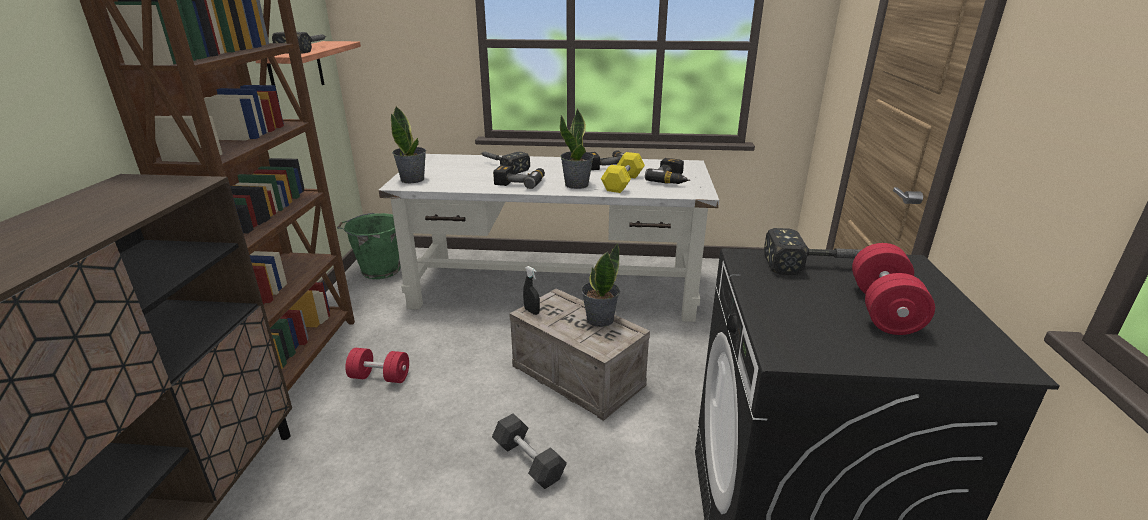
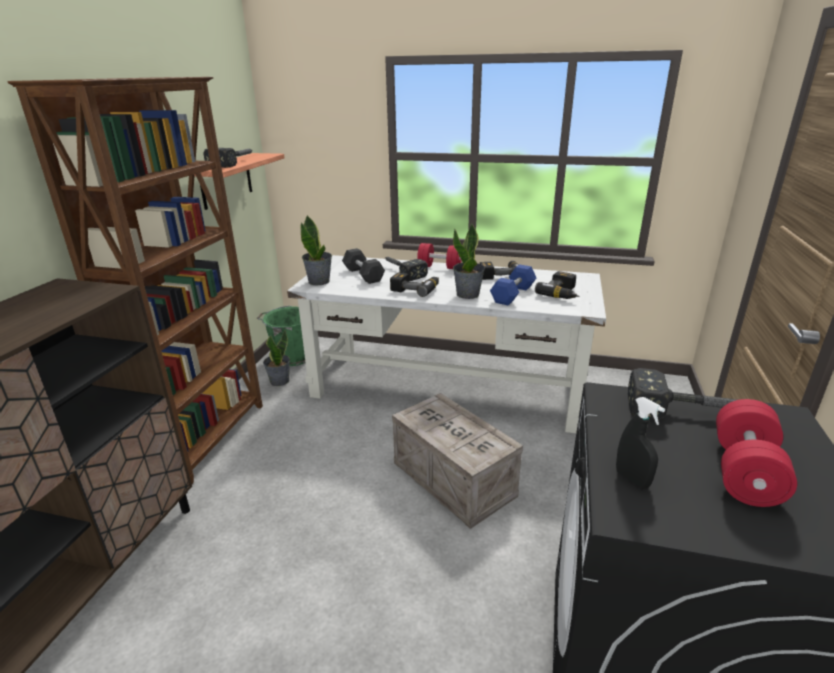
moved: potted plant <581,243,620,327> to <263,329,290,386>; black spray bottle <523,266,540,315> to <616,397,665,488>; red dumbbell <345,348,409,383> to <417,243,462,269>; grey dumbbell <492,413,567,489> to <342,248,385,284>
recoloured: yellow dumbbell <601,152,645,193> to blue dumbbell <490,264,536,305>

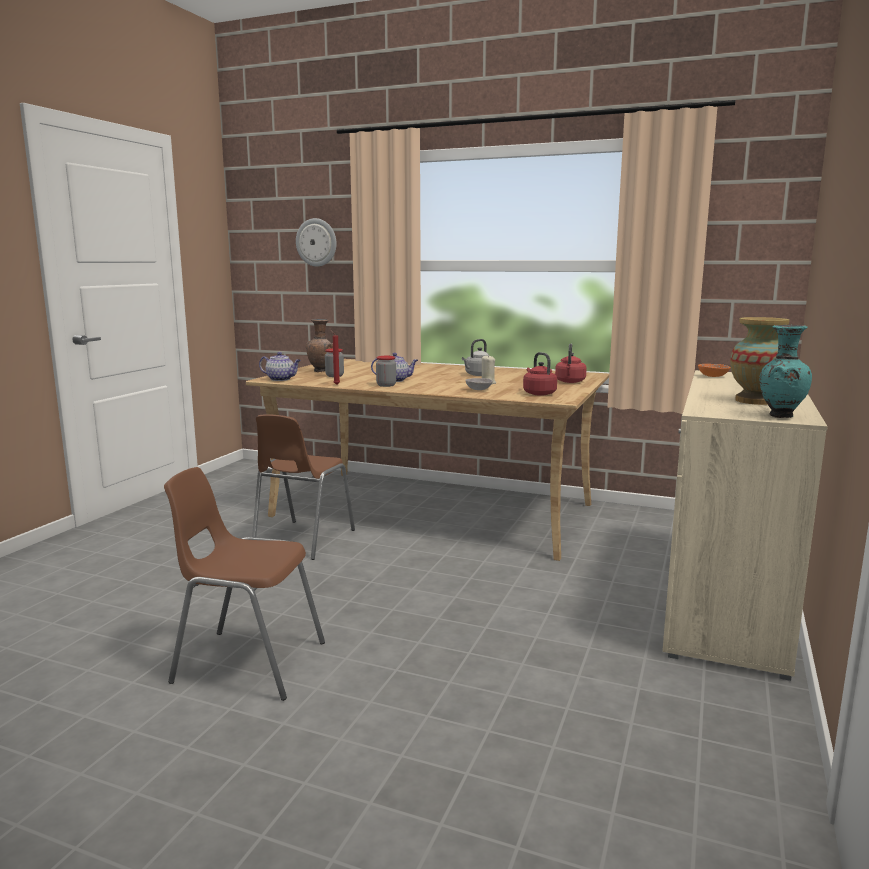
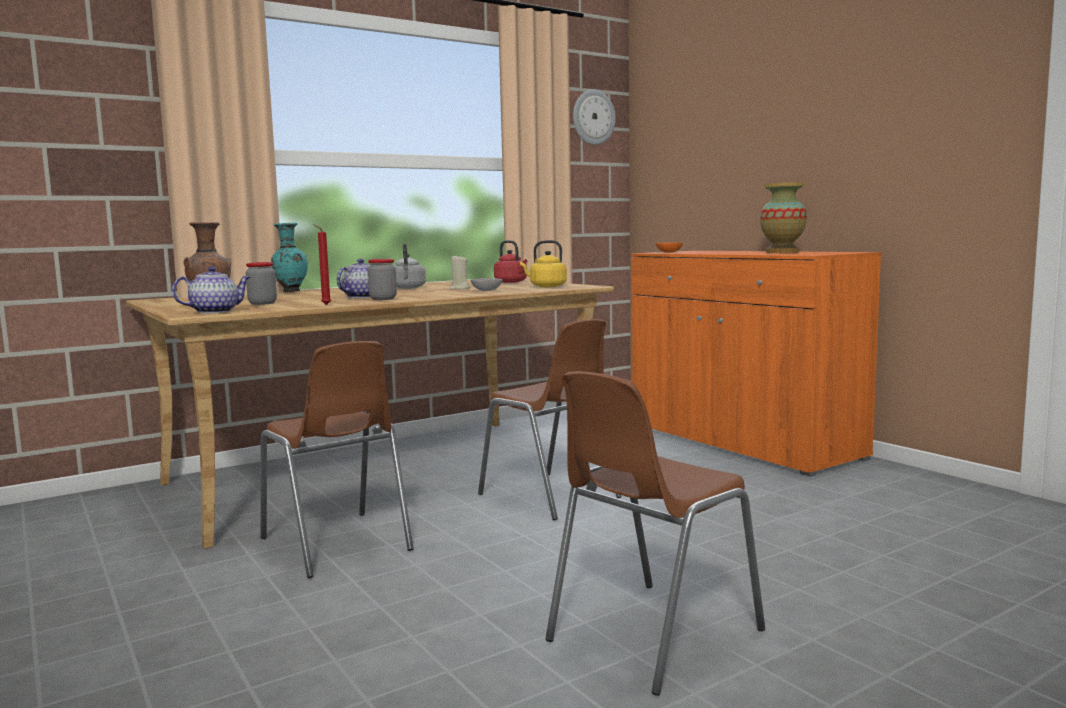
added: brown chair <478,319,621,520>
moved: wall clock <296,218,337,267> to <573,89,616,145>; turquoise vase <759,325,812,418> to <271,223,308,292>
recoloured: red kettle <523,352,557,396> to yellow kettle <520,240,567,287>; beige cabinet <662,370,828,681> to orange cabinet <631,251,881,477>

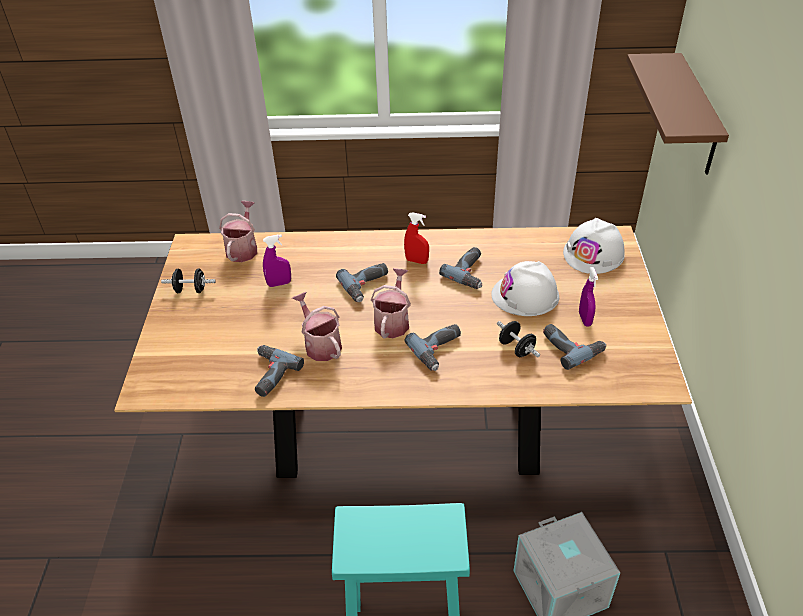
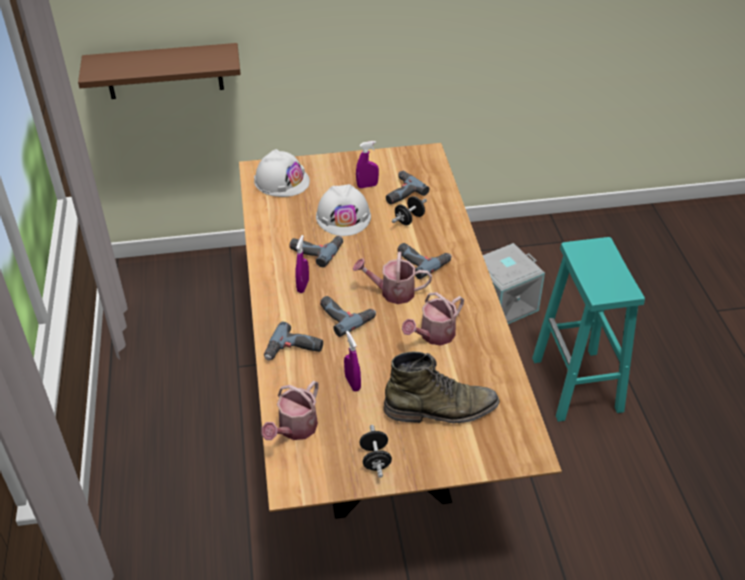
added: green boot <384,352,499,423>
moved: power drill <255,345,304,397> to <264,322,323,360>
recoloured: red spray bottle <404,212,429,264> to purple spray bottle <295,235,309,293>
turned: watering can <219,201,257,262> = <261,381,319,440> 60 degrees counterclockwise

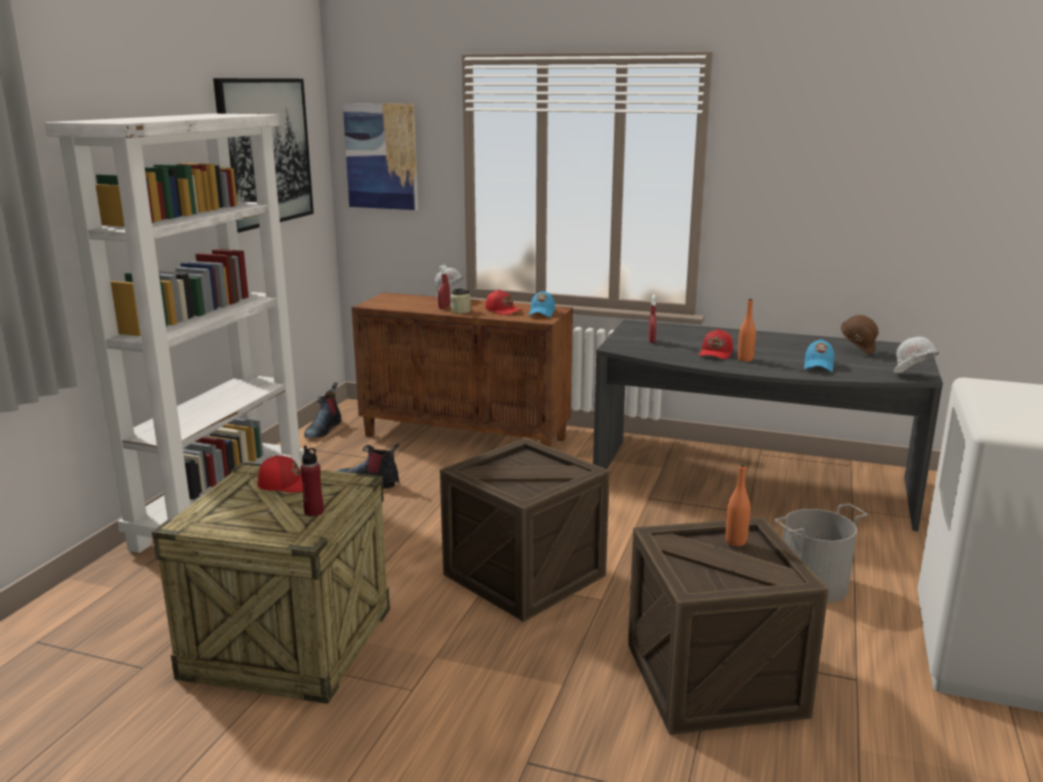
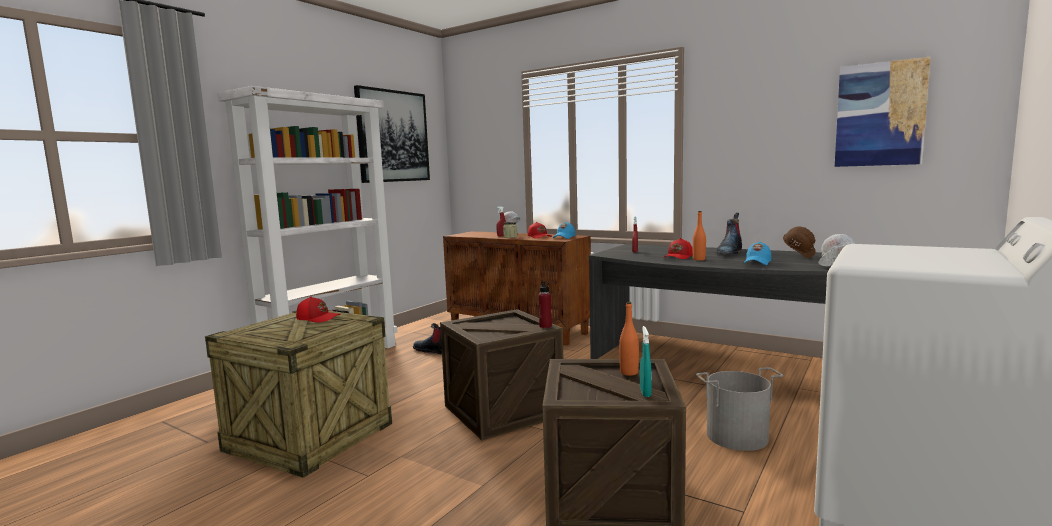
added: turquoise spray bottle <640,326,652,397>
moved: picture <343,103,418,210> to <835,57,931,167>; boot <304,382,341,438> to <715,213,742,255>; red bottle <300,445,324,516> to <538,280,552,328>

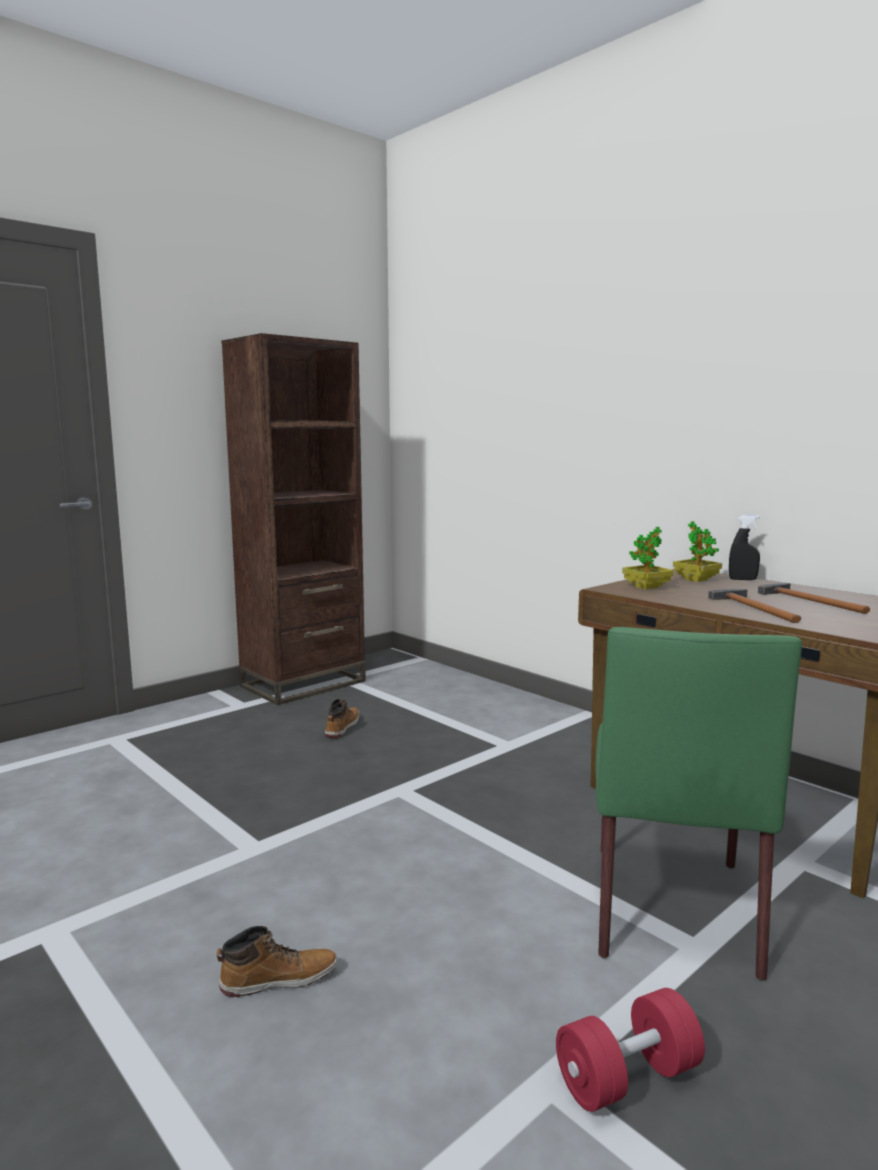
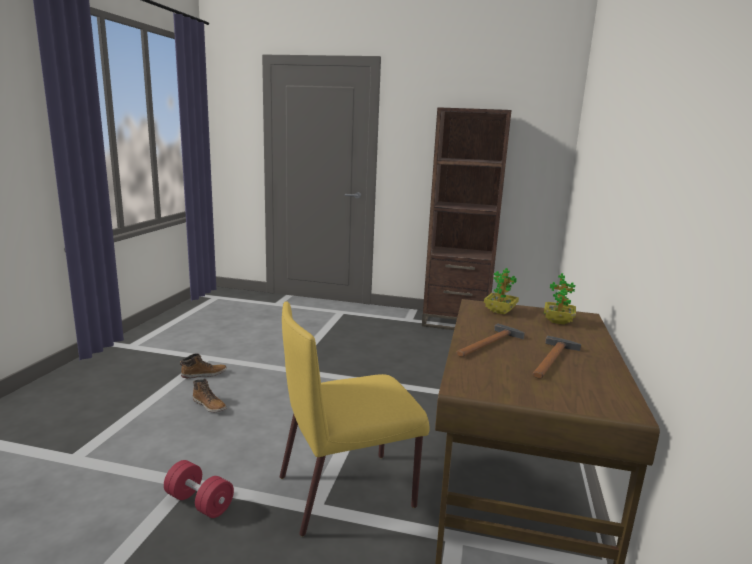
removed: black spray bottle <729,515,760,580>
moved: boot <325,699,359,738> to <180,353,227,378>
recoloured: green chair <596,627,802,981> to yellow chair <280,302,429,536>

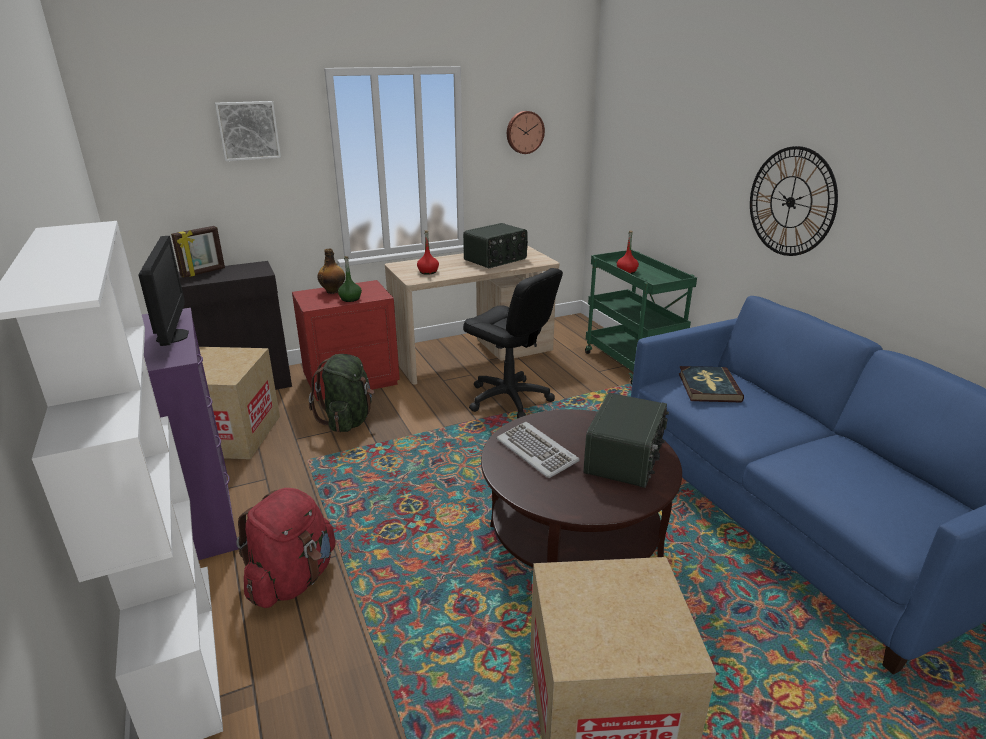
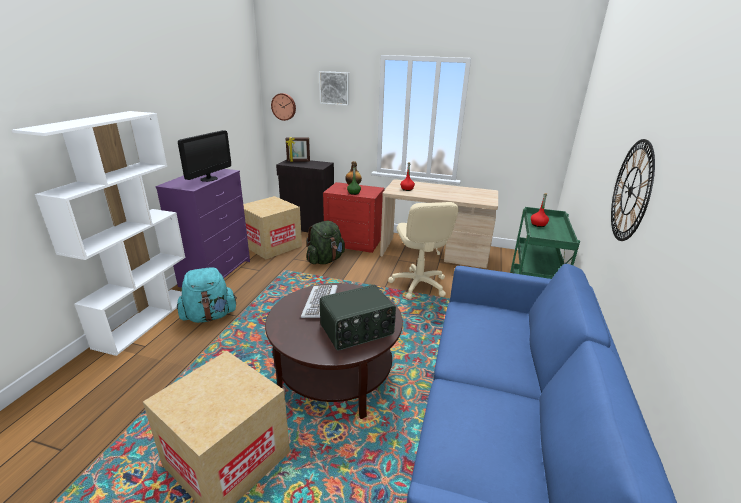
removed: radio <463,223,528,268>; book <679,366,744,402>
moved: wall clock <507,111,545,154> to <271,93,296,121>
recoloured: black office chair <463,268,563,418> to beige office chair <388,202,459,299>; red backpack <236,488,336,608> to turquoise backpack <177,267,237,323>

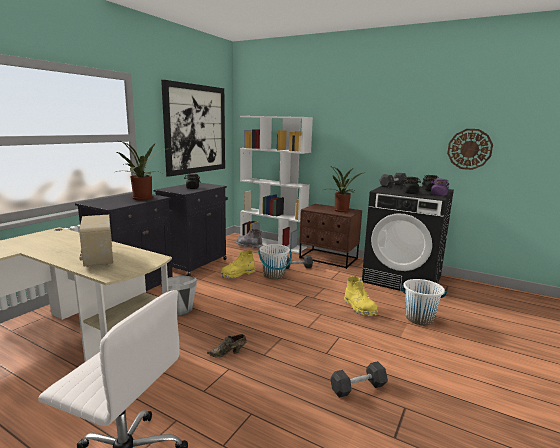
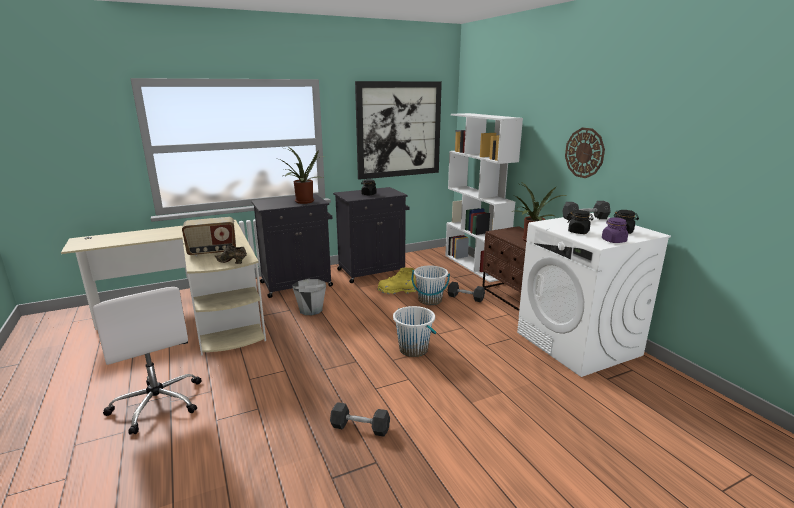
removed: grey boot <236,229,263,249>; yellow boot <344,276,378,316>
moved: wall clock <447,129,493,170> to <565,127,605,178>; white bucket <401,279,447,325> to <393,306,437,357>; brown shoe <207,334,247,357> to <215,245,247,264>
recoloured: black washing machine <362,184,454,292> to white washing machine <517,213,671,377>
turned: radio <79,215,113,267> = <182,217,236,256> 120 degrees counterclockwise

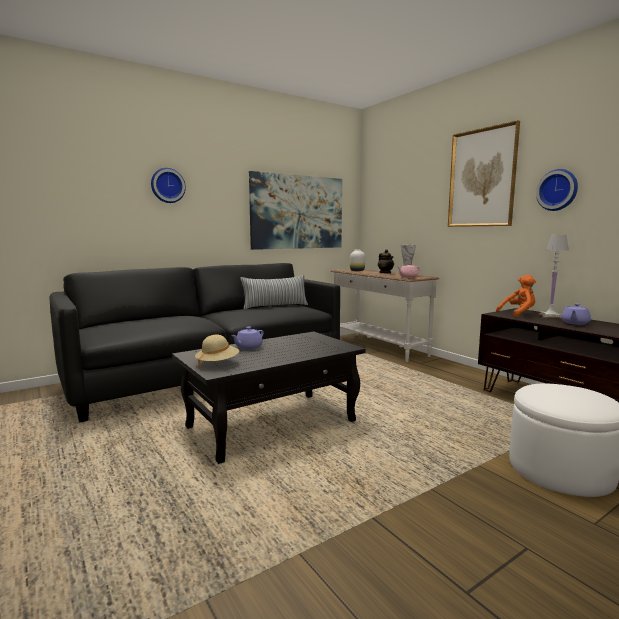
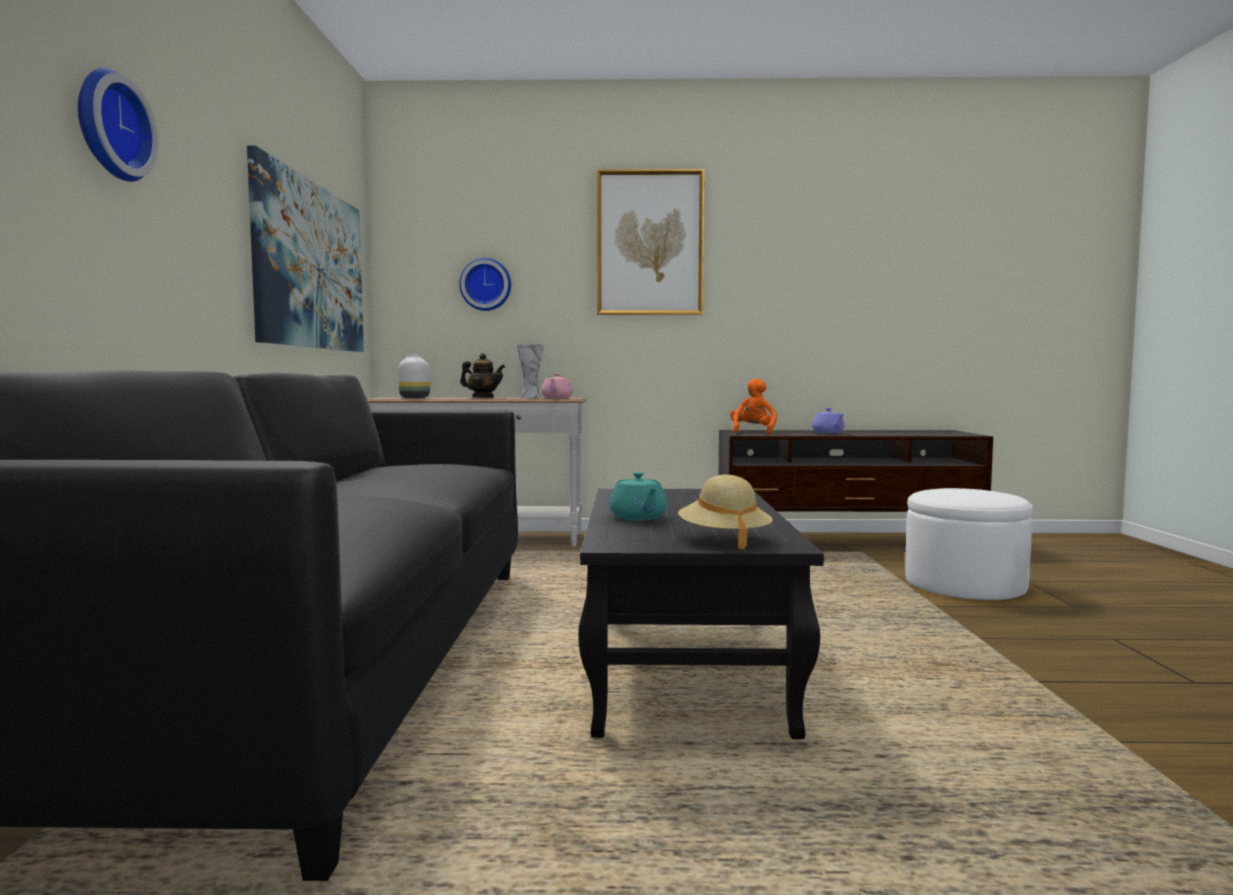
removed: white table lamp <538,234,569,319>; pillow <240,275,308,309>
moved: wall clock <536,169,578,211> to <459,258,511,311>
recoloured: purple teapot <231,326,264,350> to turquoise teapot <609,472,668,521>

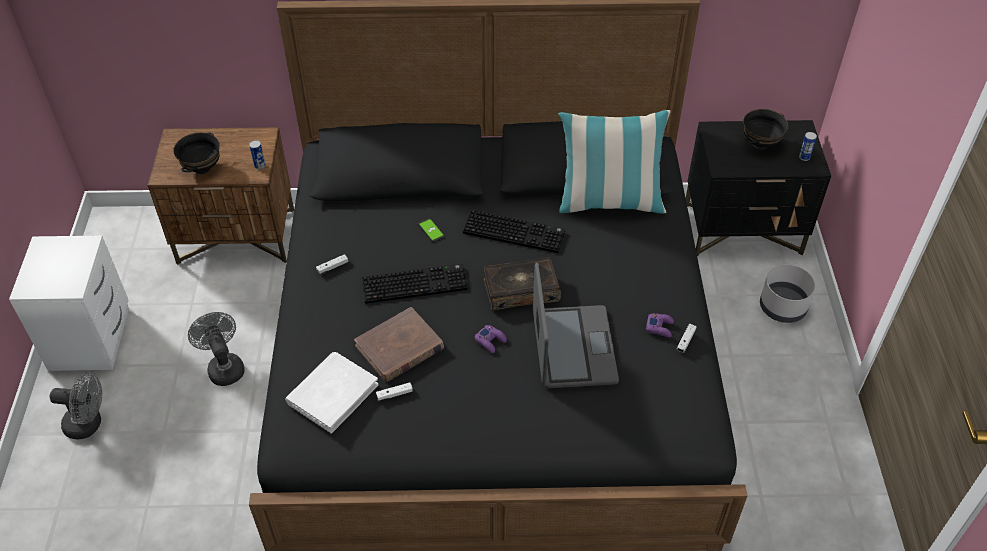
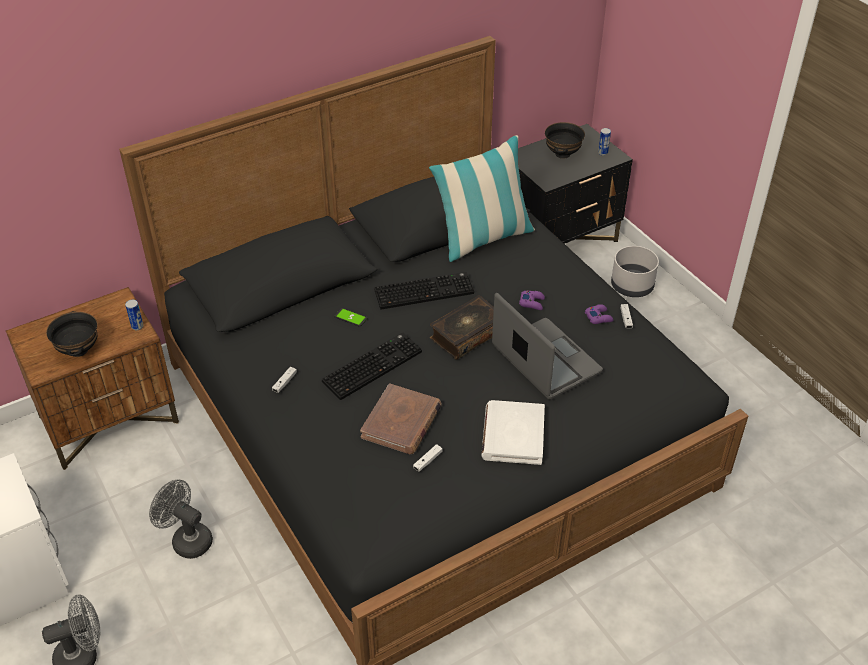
moved: purple game controller <475,325,507,353> to <519,291,545,310>; white book <285,352,378,434> to <481,400,545,465>

